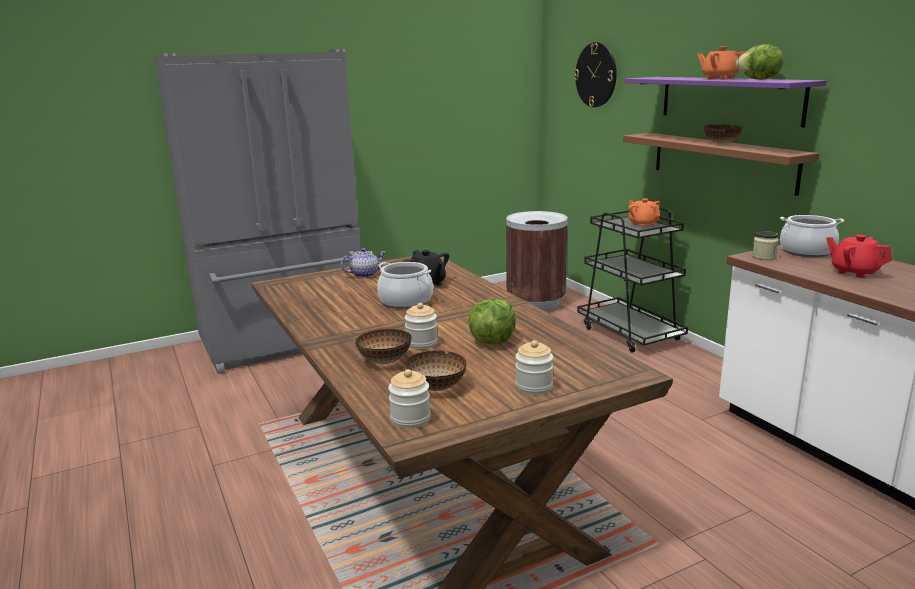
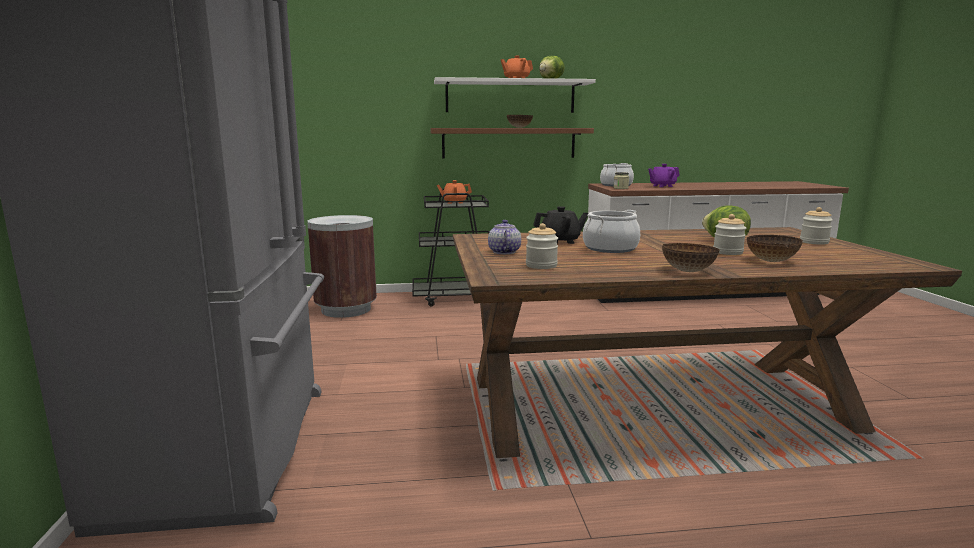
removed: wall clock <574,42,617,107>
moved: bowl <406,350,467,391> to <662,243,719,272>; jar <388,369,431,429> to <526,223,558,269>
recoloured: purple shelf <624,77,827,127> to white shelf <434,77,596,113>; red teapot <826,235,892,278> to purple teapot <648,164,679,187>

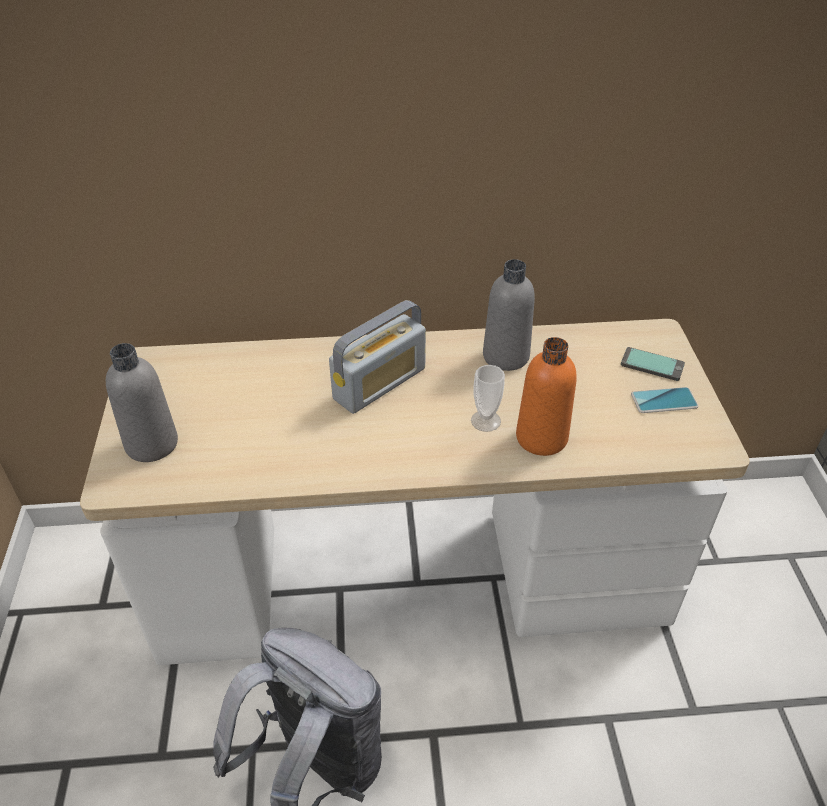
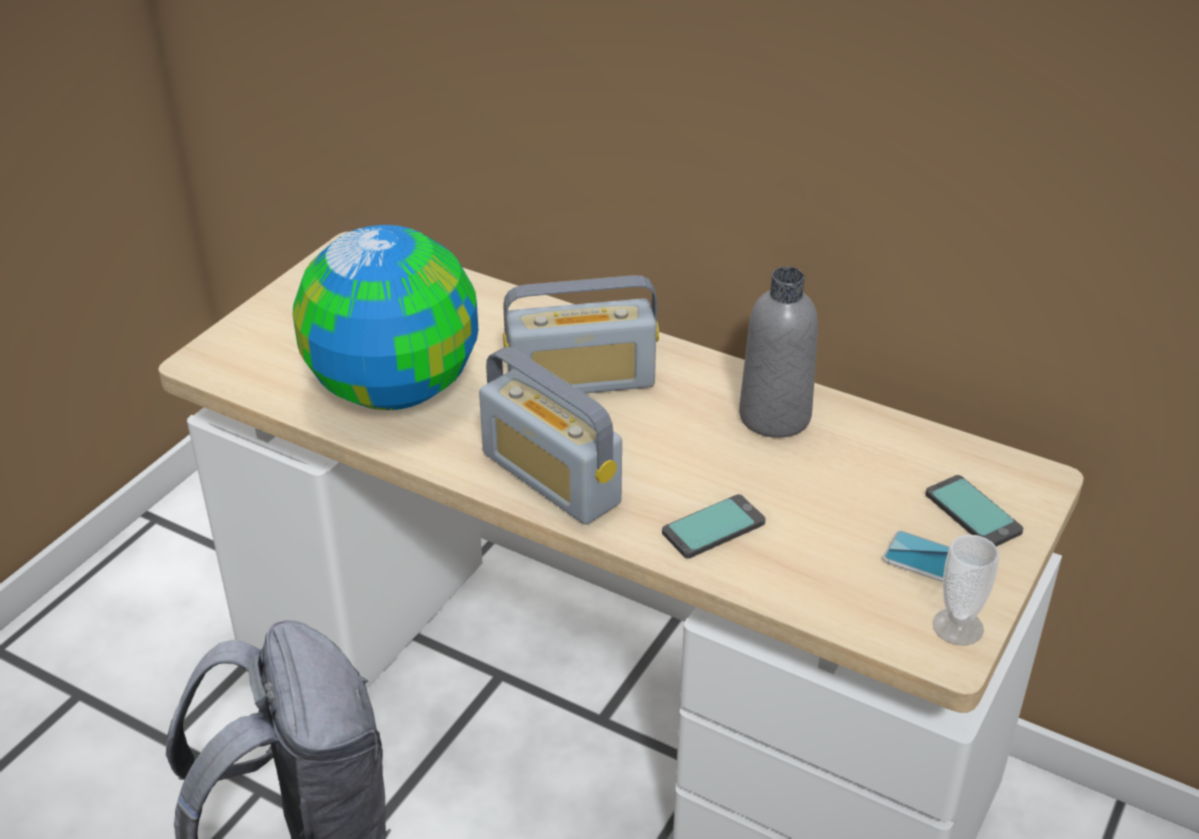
removed: grey bottle <106,343,178,462>
added: globe <293,225,479,410>; radio <479,347,622,525>
moved: cup <471,365,505,432> to <933,535,1000,646>
replaced: orange bottle <516,337,577,456> to phone <662,494,766,558>

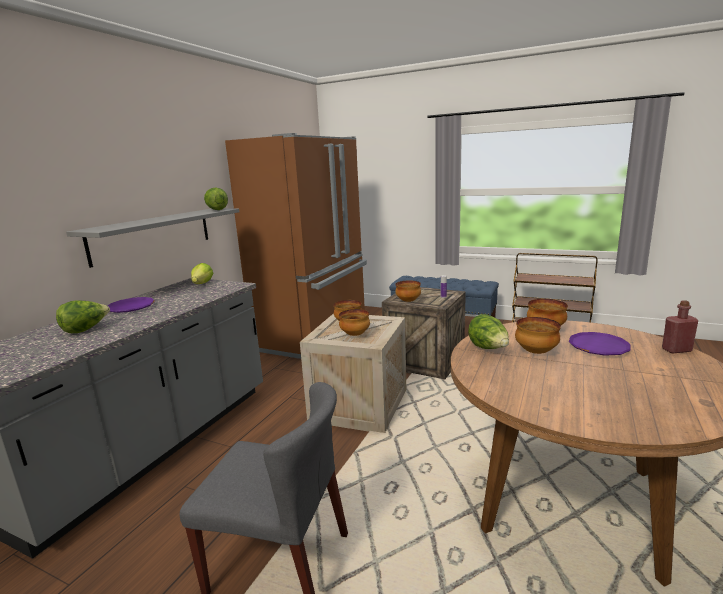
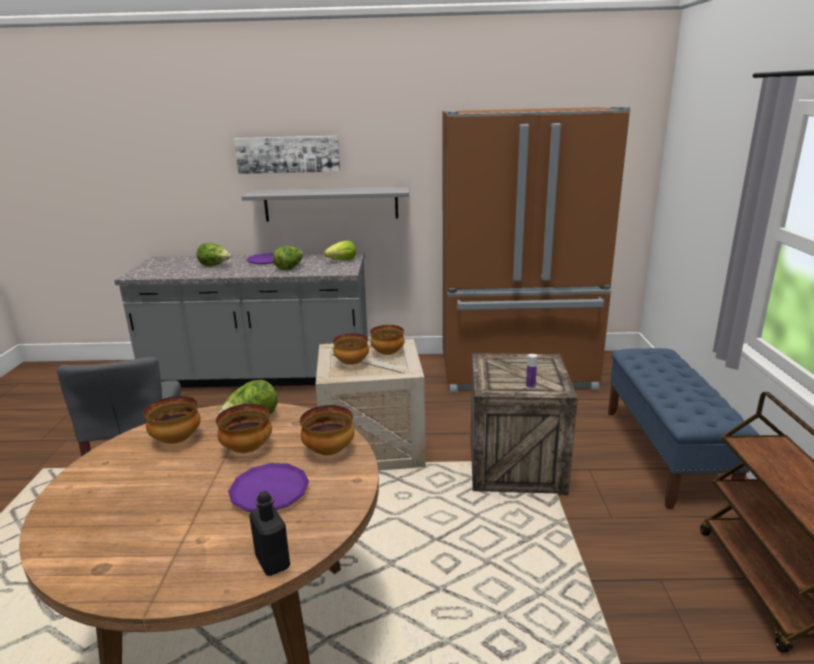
added: picture <234,136,340,174>
moved: lettuce <204,187,228,210> to <273,246,303,270>; bowl <395,280,421,302> to <144,396,200,444>
recoloured: red bottle <662,300,698,354> to black bottle <249,491,290,576>

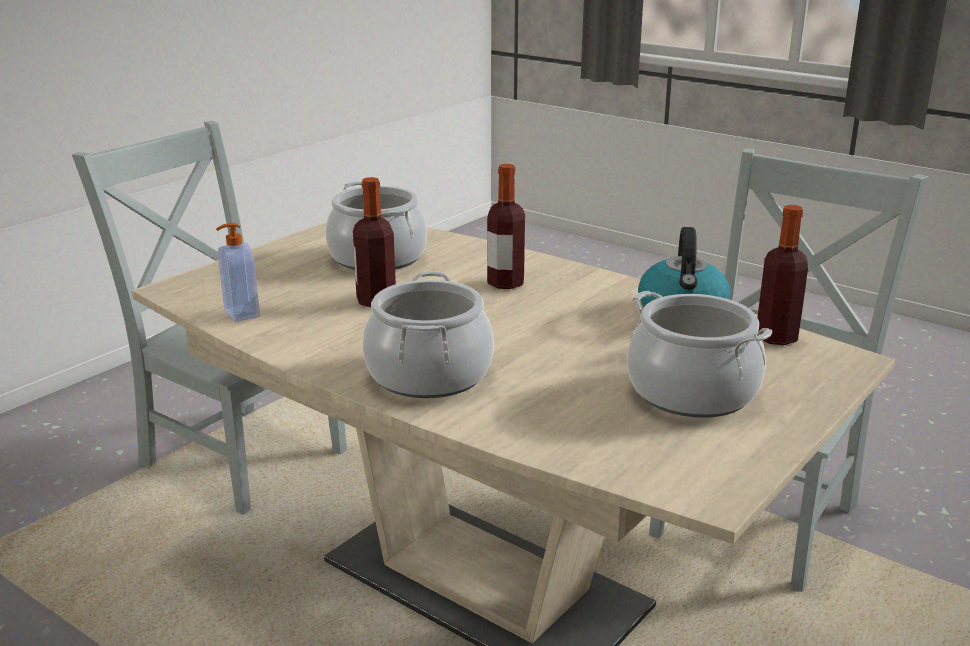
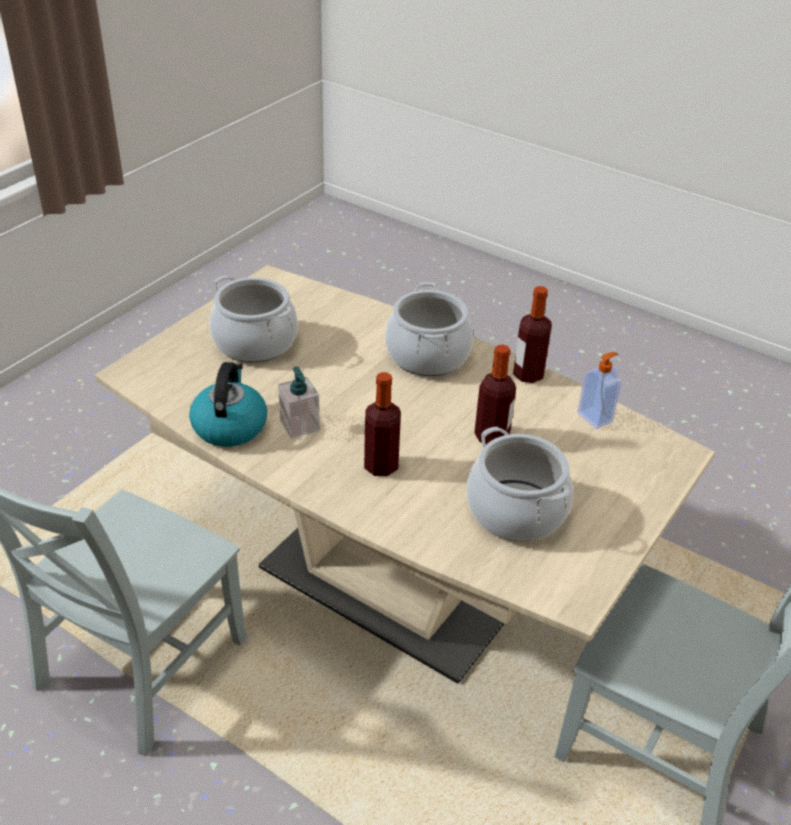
added: soap dispenser <278,366,320,439>
moved: bottle <757,205,808,345> to <513,286,552,383>

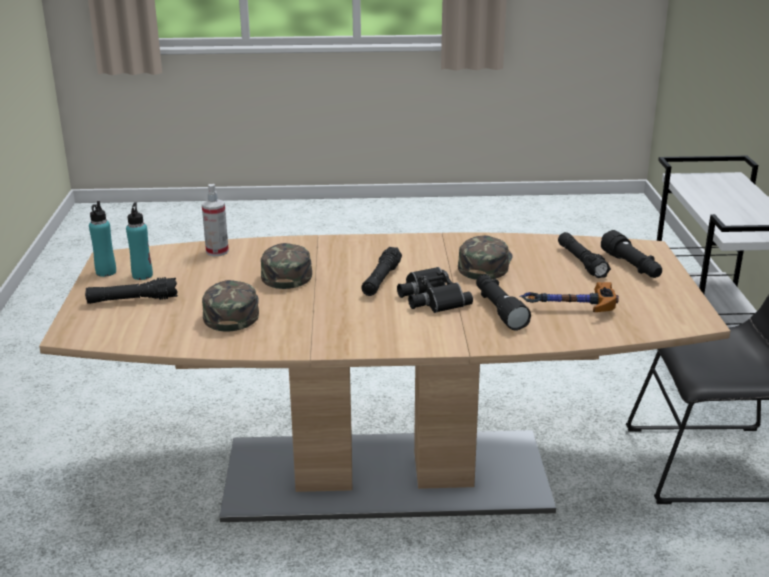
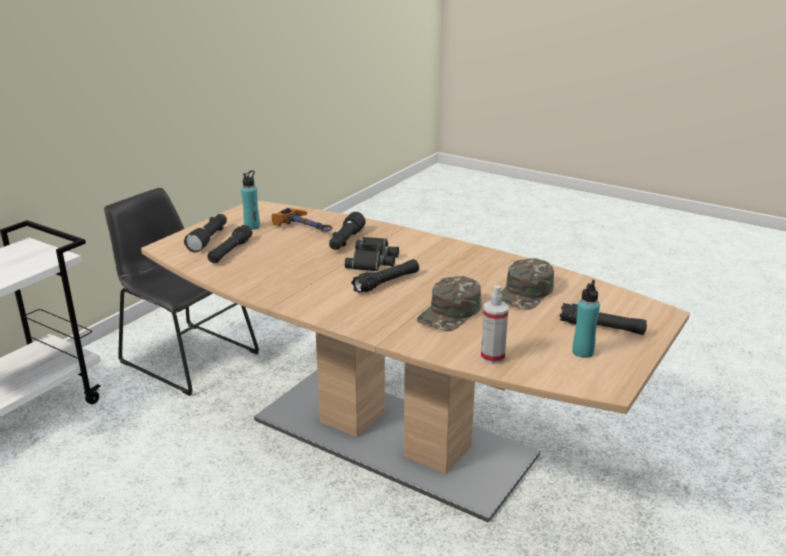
removed: green cap <458,235,512,280>
moved: turquoise bottle <89,201,116,277> to <241,170,260,230>

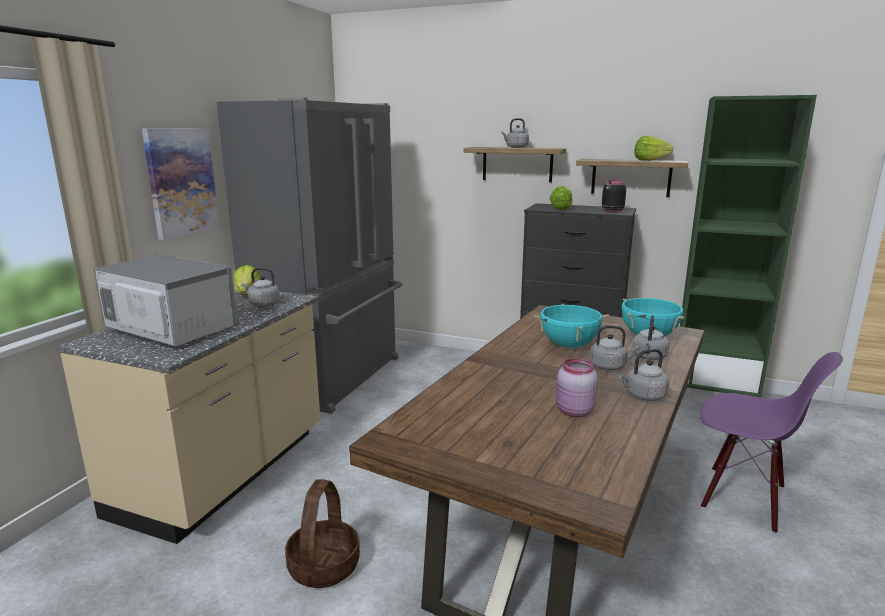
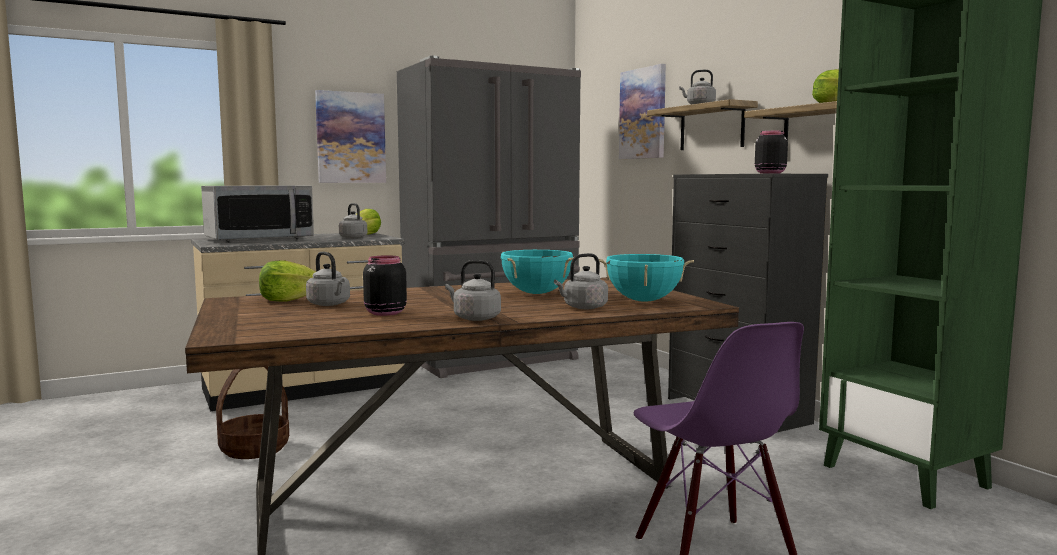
added: picture <619,64,666,159>
moved: lettuce <550,186,572,210> to <259,260,316,302>; grey kettle <590,325,639,370> to <306,252,350,306>
recoloured: pink jar <556,358,598,417> to black jar <363,255,407,316>
turned: microwave <94,255,238,347> = <201,185,314,242> 75 degrees clockwise

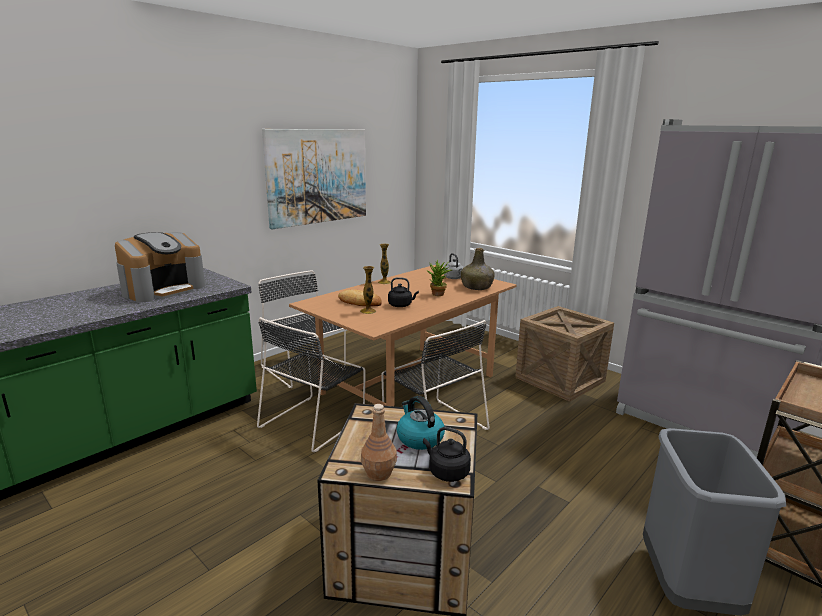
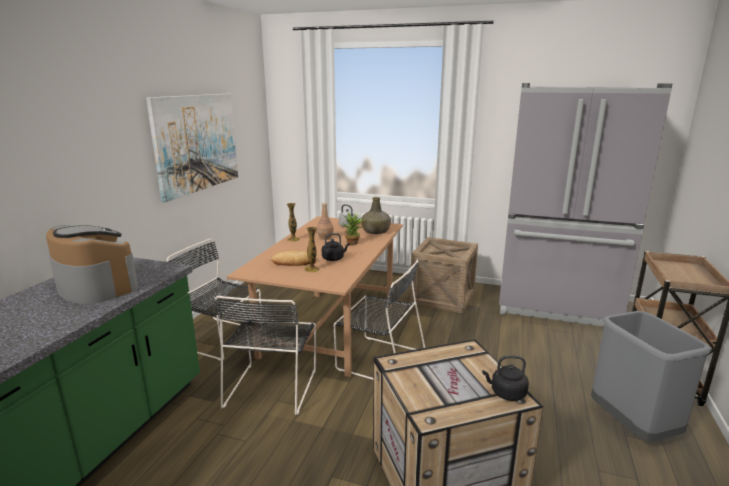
removed: kettle <397,396,445,450>
moved: brown bottle <361,404,397,481> to <317,202,334,240>
turned: coffee machine <115,232,205,302> = <46,225,138,304> 60 degrees counterclockwise

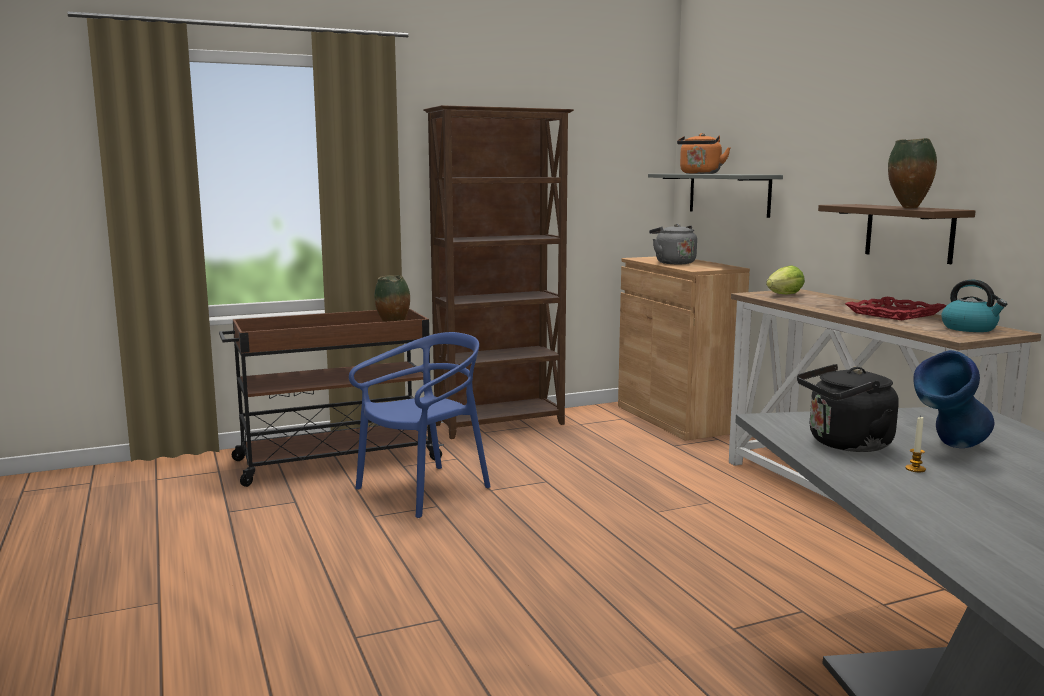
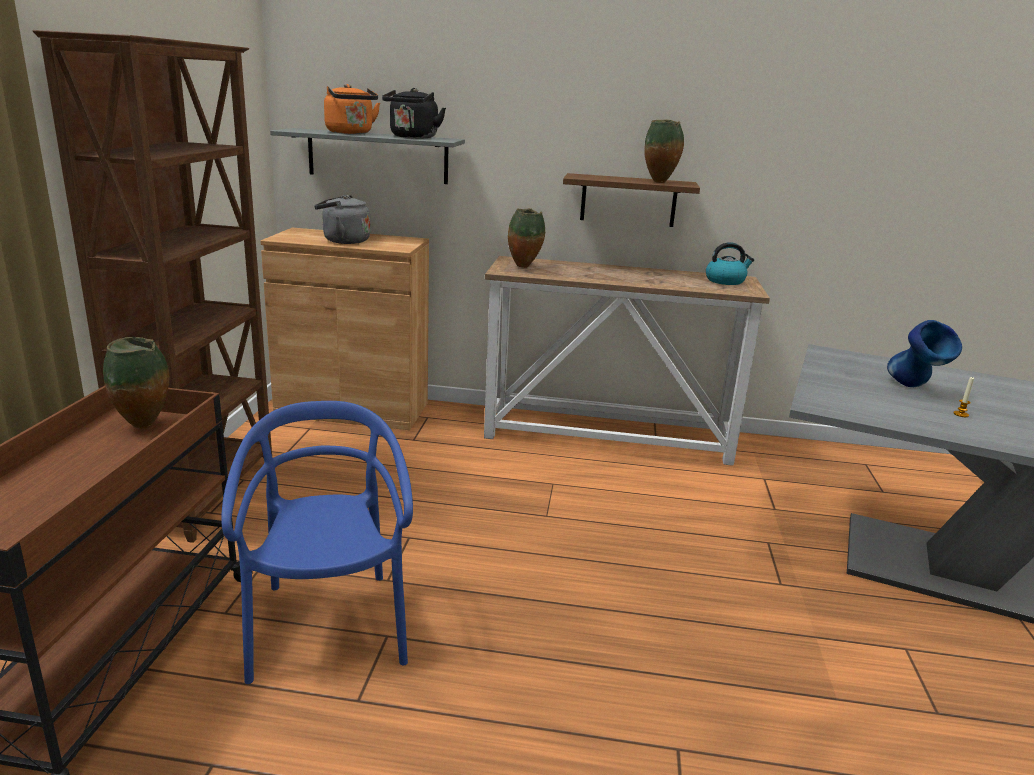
removed: red tray <845,297,946,320>
moved: black kettle <797,364,899,452> to <382,88,446,138>
replaced: lettuce <766,266,805,295> to vase <508,208,545,268>

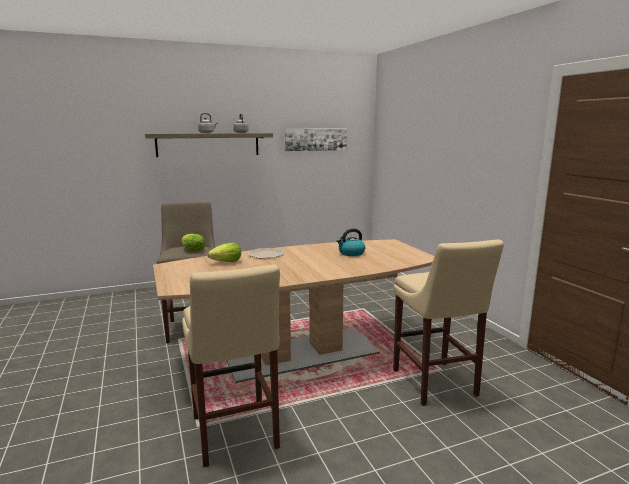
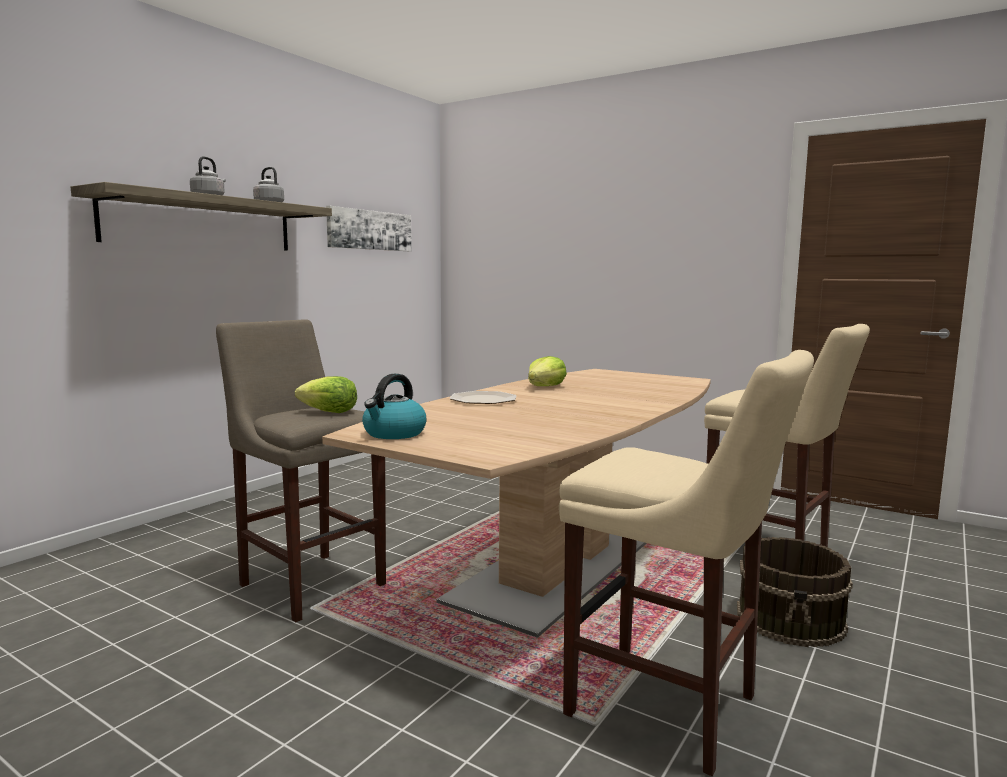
added: brown bucket <737,537,853,647>
moved: kettle <337,228,366,256> to <362,374,427,439>; lettuce <207,243,241,262> to <528,356,567,386>

